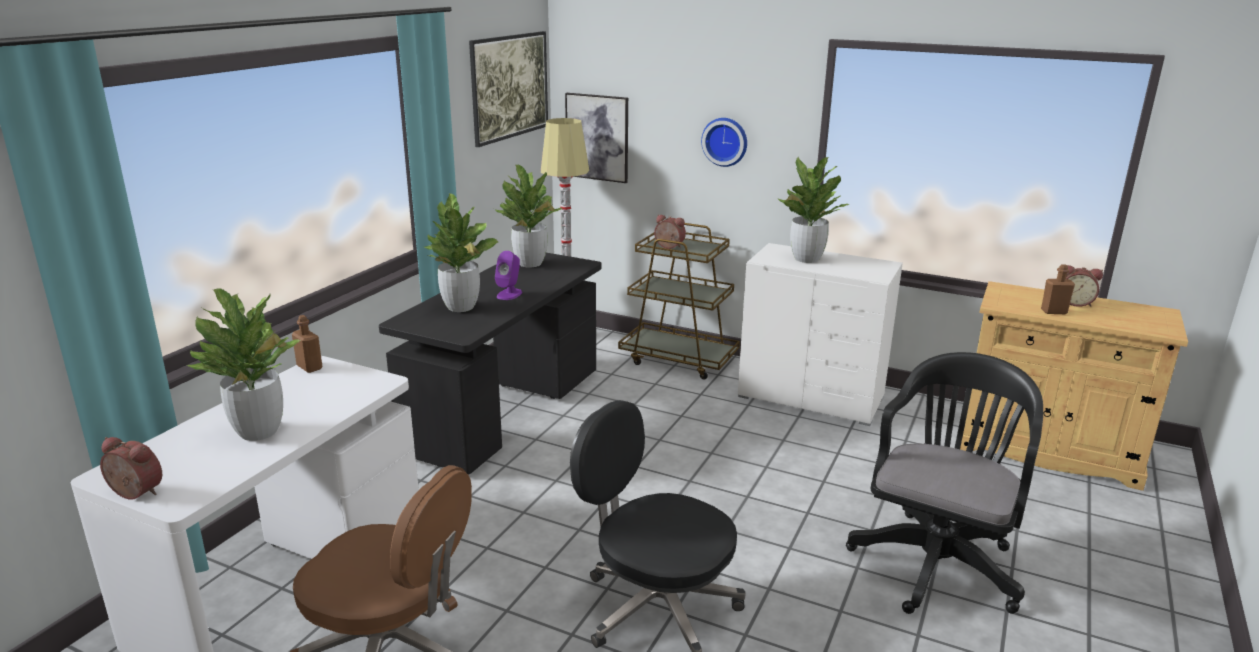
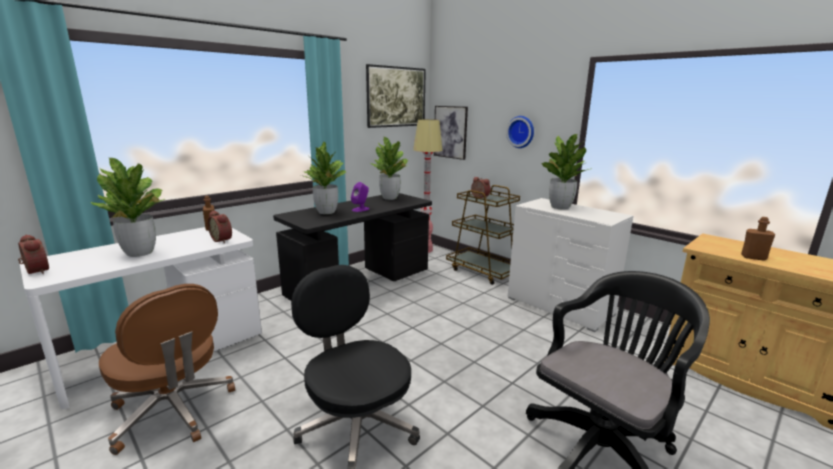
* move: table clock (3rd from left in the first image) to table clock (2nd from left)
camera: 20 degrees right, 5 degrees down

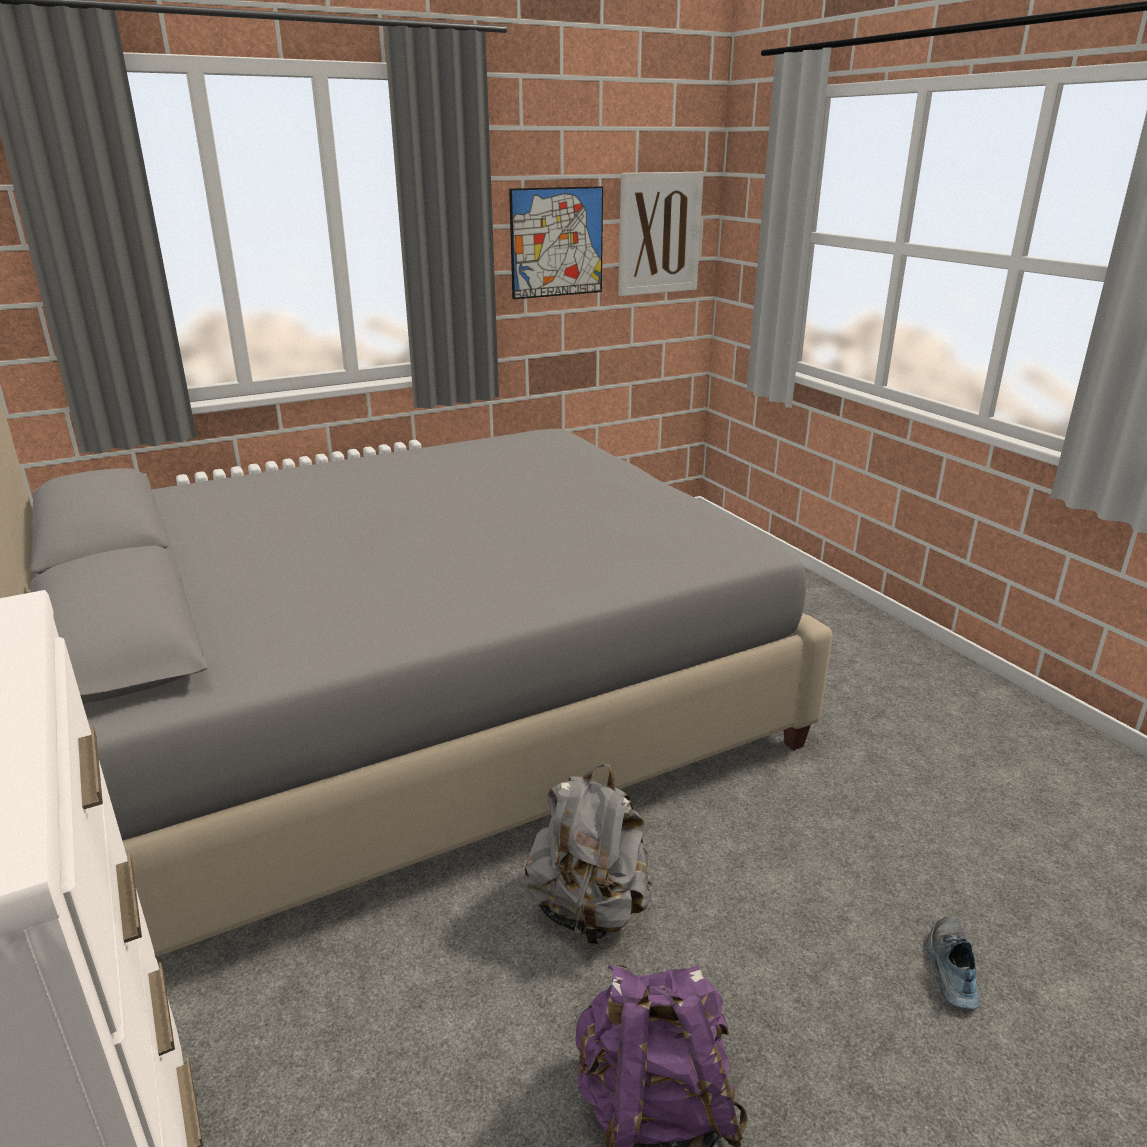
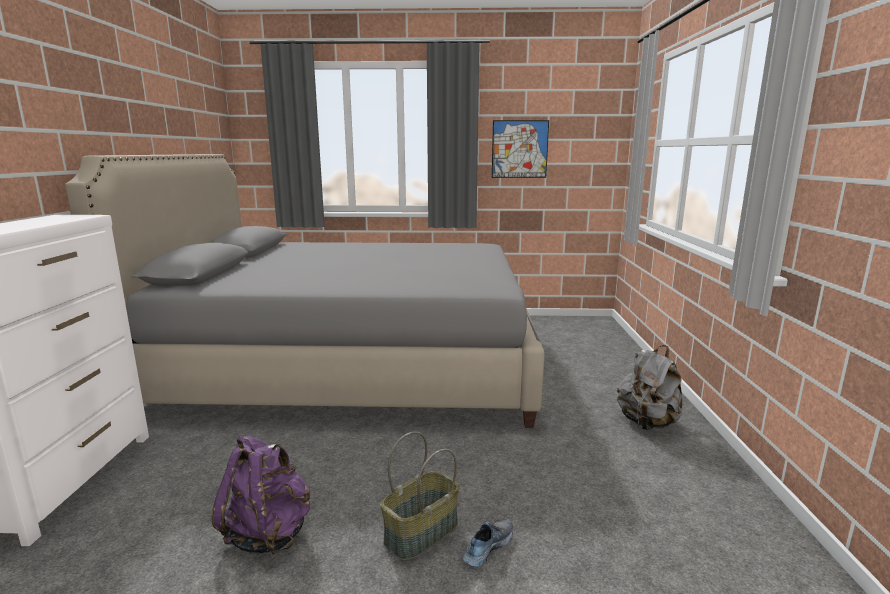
* move: rucksack (greyish)
* delete: wall art (2nd from left)
* insert: basket
camera: 30 degrees right, 10 degrees down

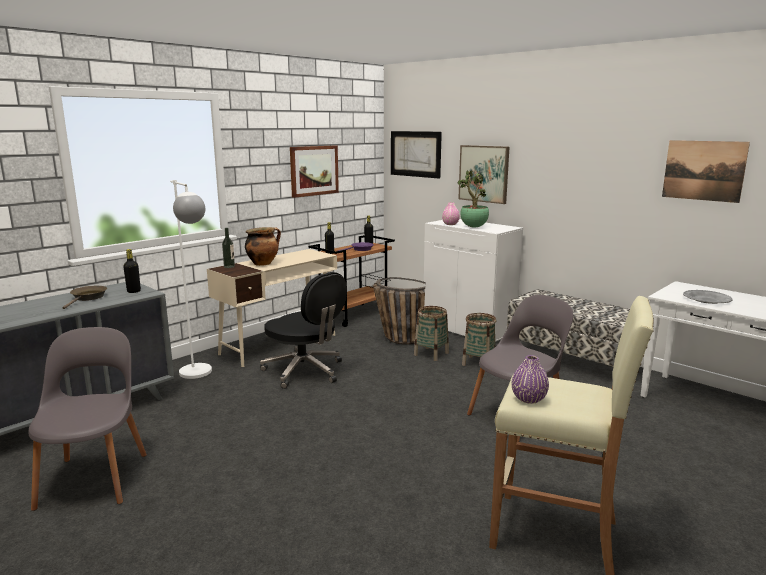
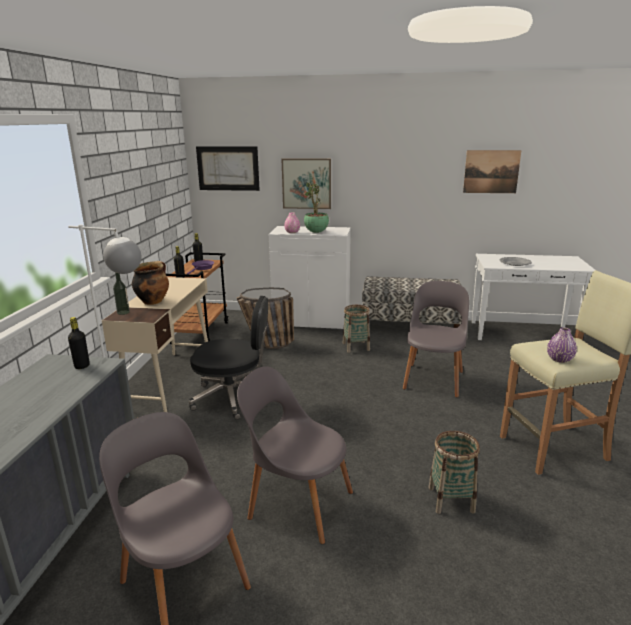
* delete: frying pan (brown)
* delete: wall art (1st from left)
* move: basket (2nd from left in the first image) to basket (3rd from left)
* insert: chair (greyish) (2nd from left)
camera: 35 degrees left, 5 degrees up

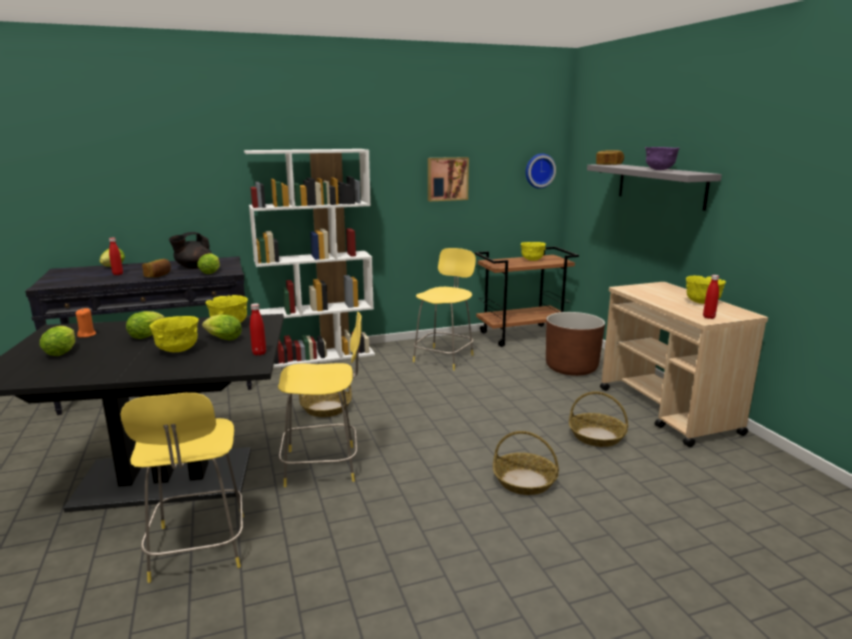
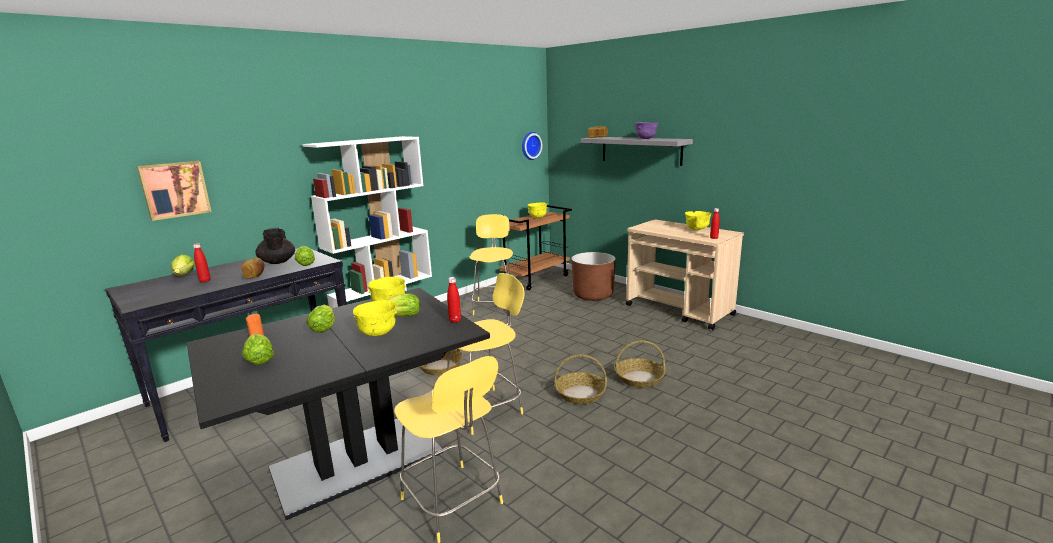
* rotate: tea pot (black-coloured) 45 degrees counterclockwise
* move: wall art
* move: basket (3rd from left in the first image) to basket (2nd from left)
camera: 25 degrees left, 0 degrees up

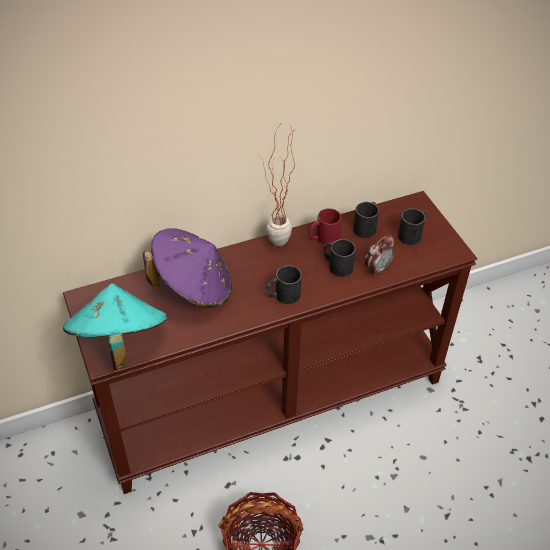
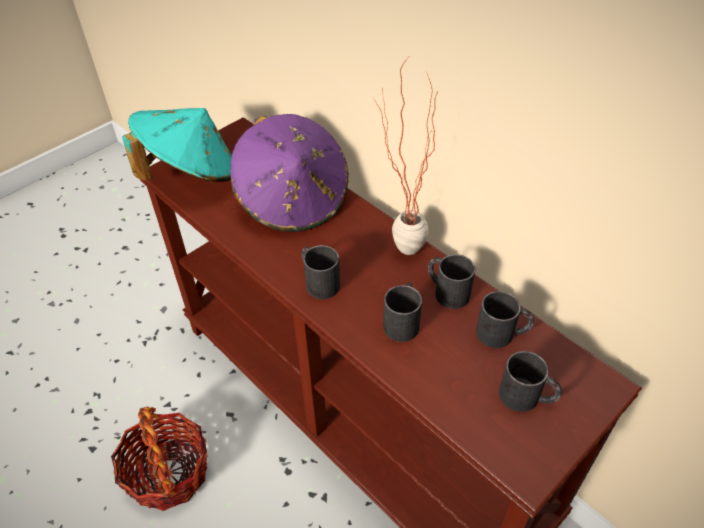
* recolor: tea mug (reddish) to tea mug (black-coloured) (3rd from left)
* delete: table clock
camera: 70 degrees right, 0 degrees up

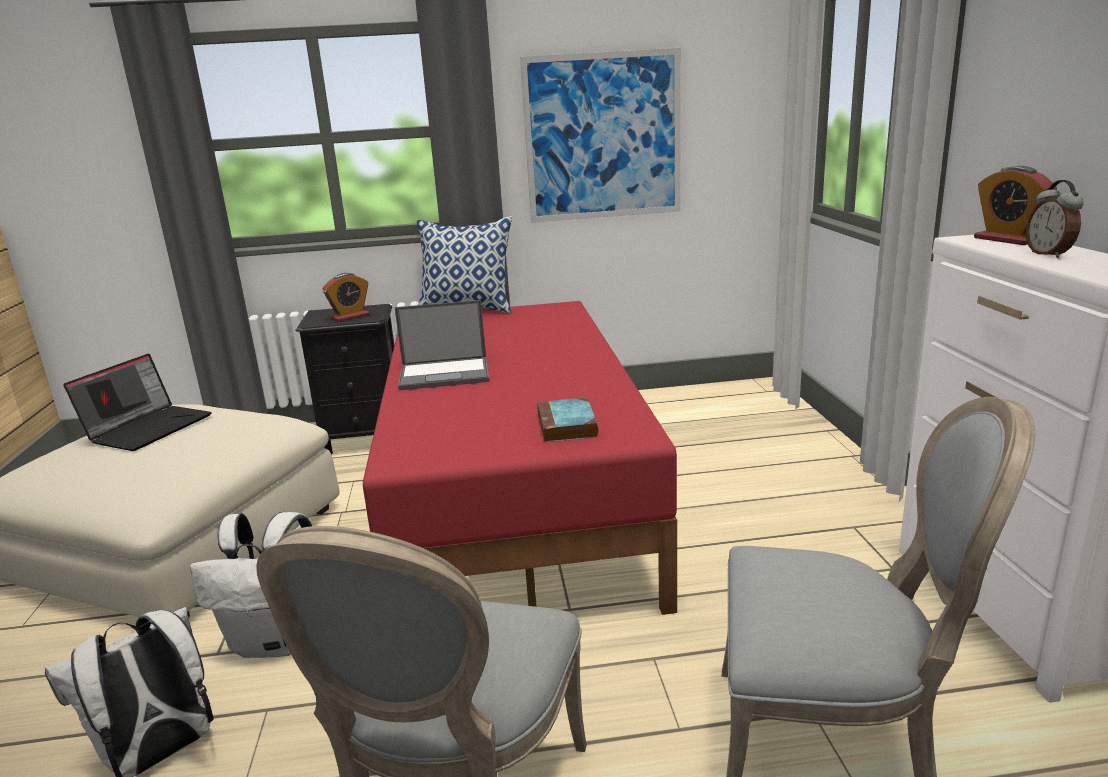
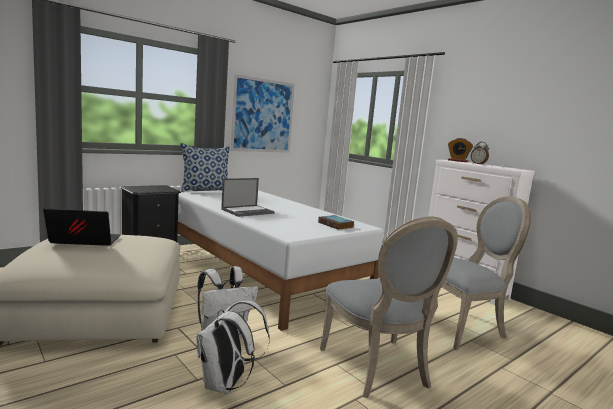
* rotate: laptop (1st from left) 90 degrees counterclockwise
* delete: table clock (1st from left)
* recolor: bedroom bed (reddish) to bedroom bed (white-coloured)
camera: 35 degrees left, 10 degrees down

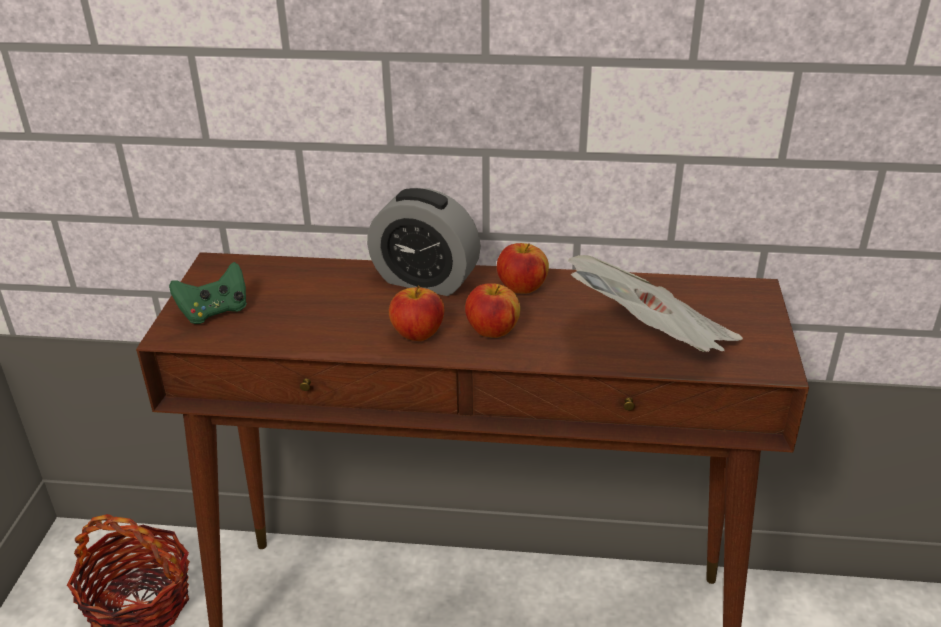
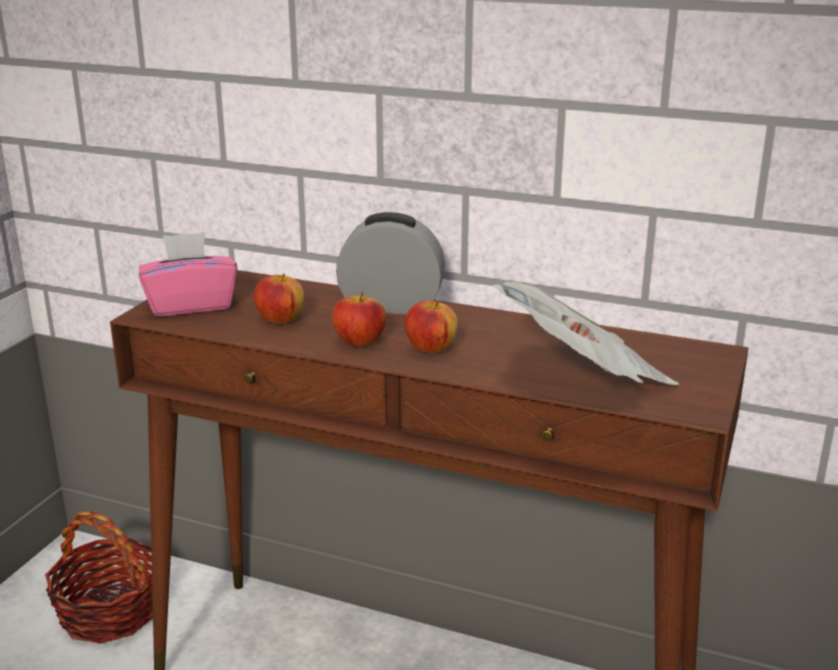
* replace: joypad (green-coloured) to box of tissues (pinkish)
* rotate: table clock 150 degrees clockwise
* move: whole apple (3rd from left in the first image) to whole apple (1st from left)
camera: 15 degrees right, 10 degrees down

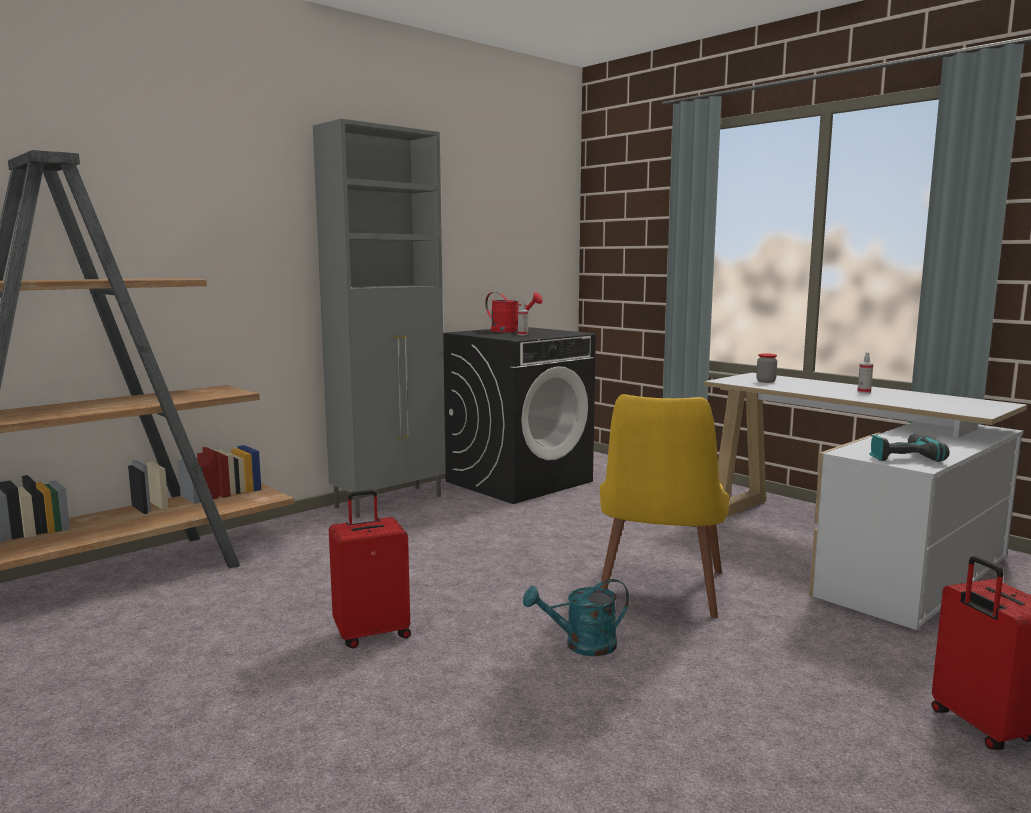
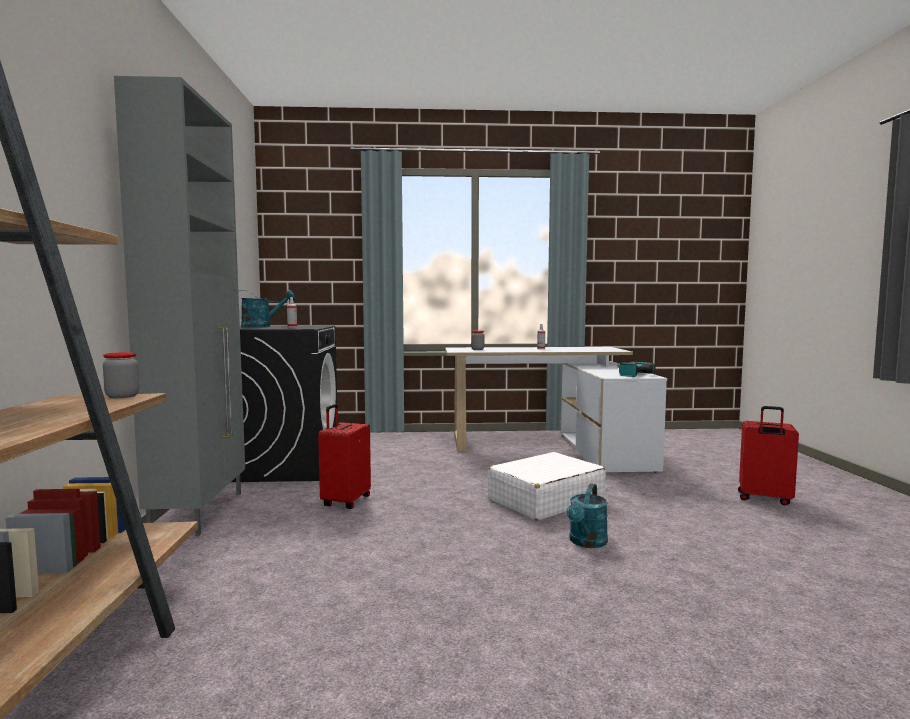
* move: piece of luggage (reddish) (1st from left)
* recolor: watering pot (reddish) to watering pot (turquoise) (1st from left)
* replace: chair (yellowish) to piece of luggage (white-coloured)
* insert: jar (1st from left)
camera: 50 degrees left, 5 degrees down

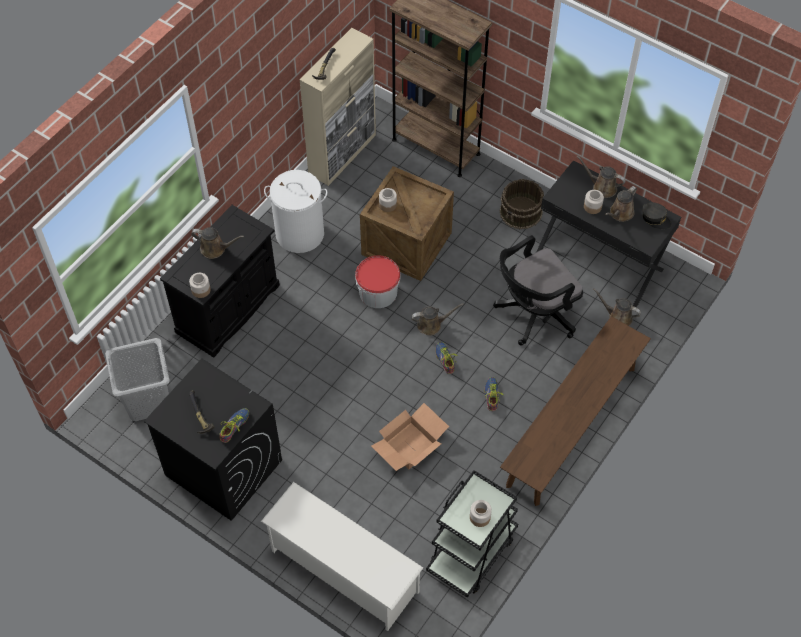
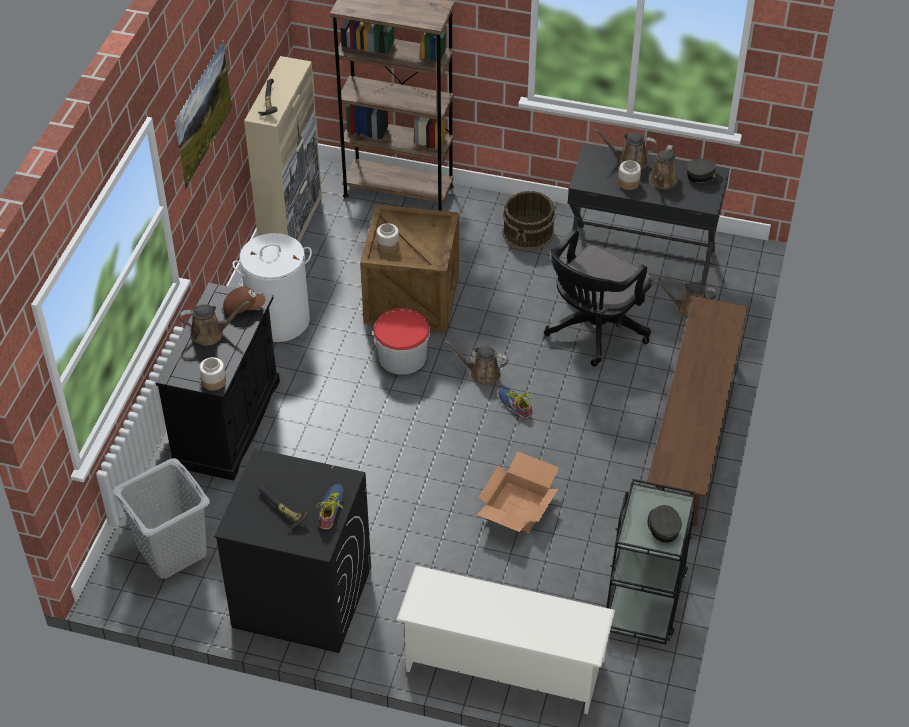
* rotate: watering pot (brown) (2nd from left) 135 degrees counterclockwise
* replace: jar (3rd from left) to peaked cap (greyish) (1st from left)
* delete: item of footwear (3rd from left)
* insert: wall art
* insert: peaked cap (brown)
camera: 20 degrees left, 10 degrees down

